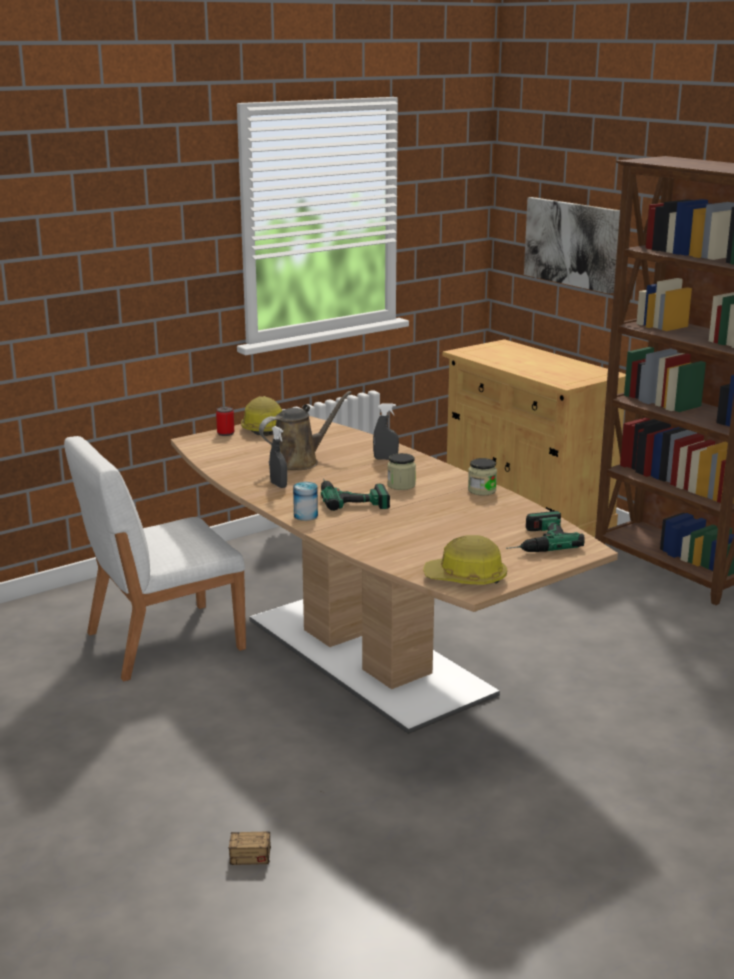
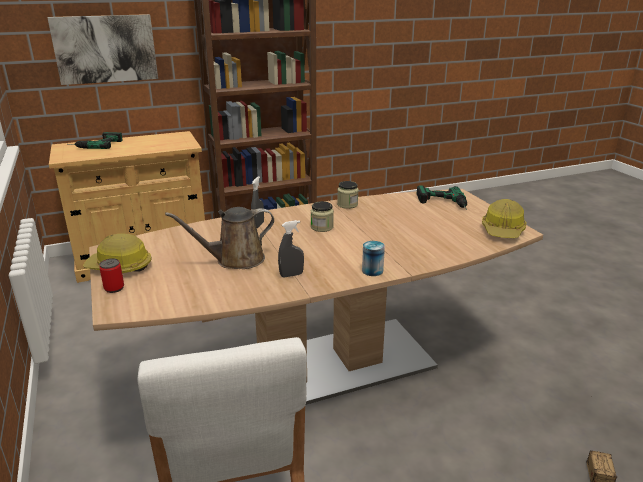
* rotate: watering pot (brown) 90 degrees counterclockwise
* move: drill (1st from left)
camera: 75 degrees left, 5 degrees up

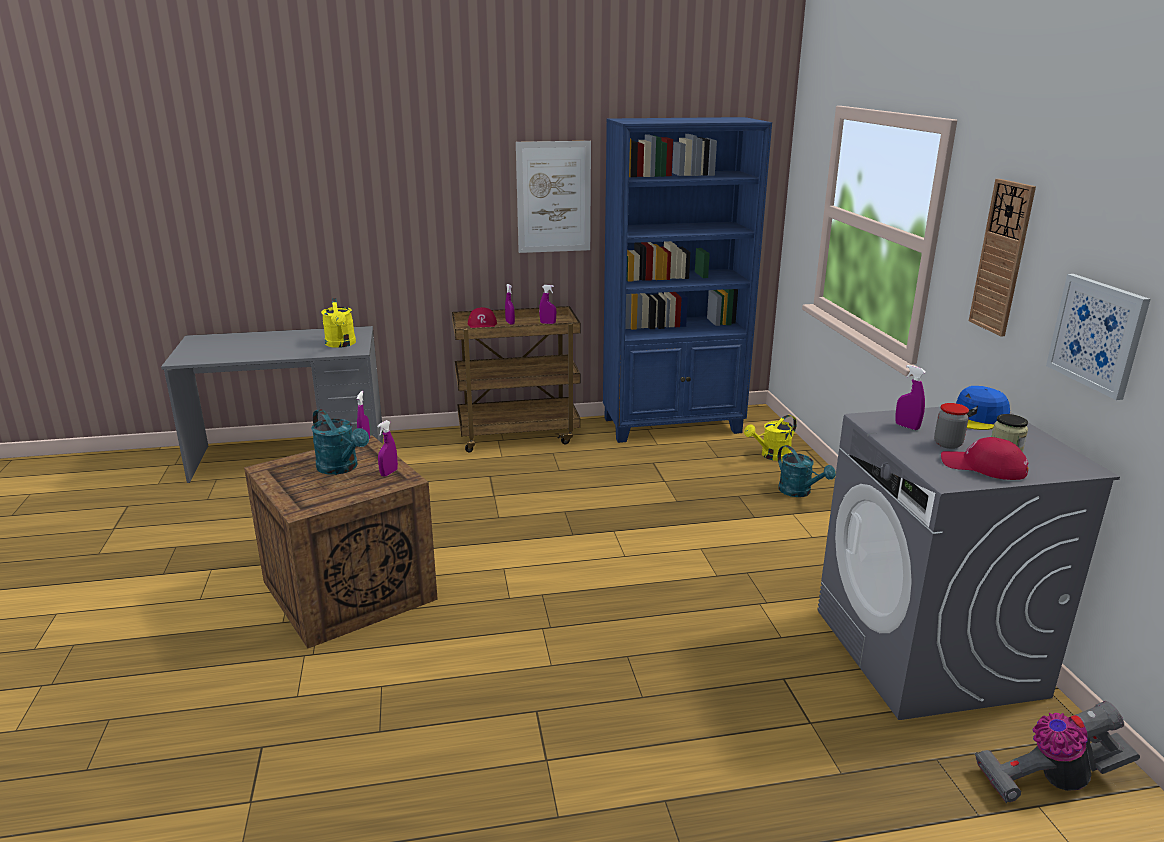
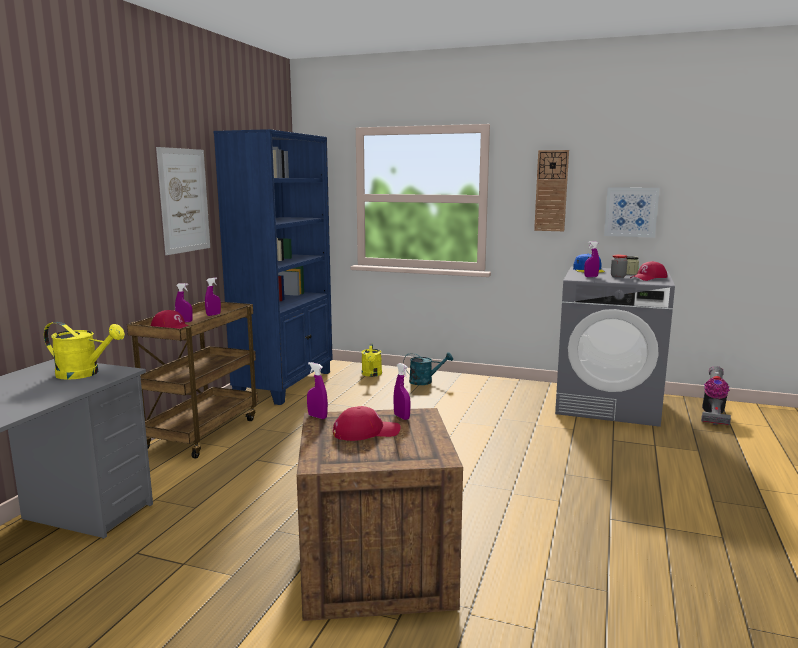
* replace: watering pot (turquoise) (1st from left) to peaked cap (reddish) (2nd from left)
camera: 60 degrees left, 10 degrees down

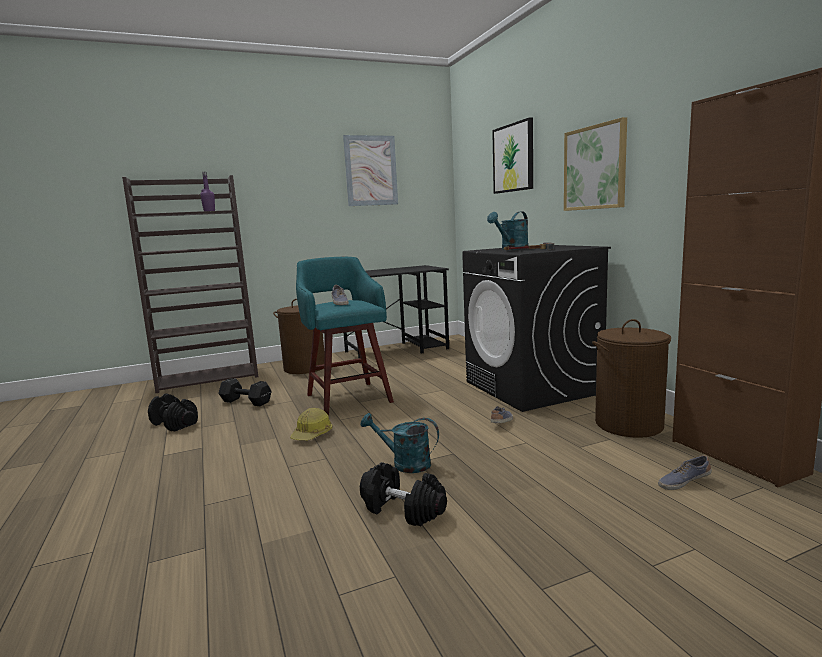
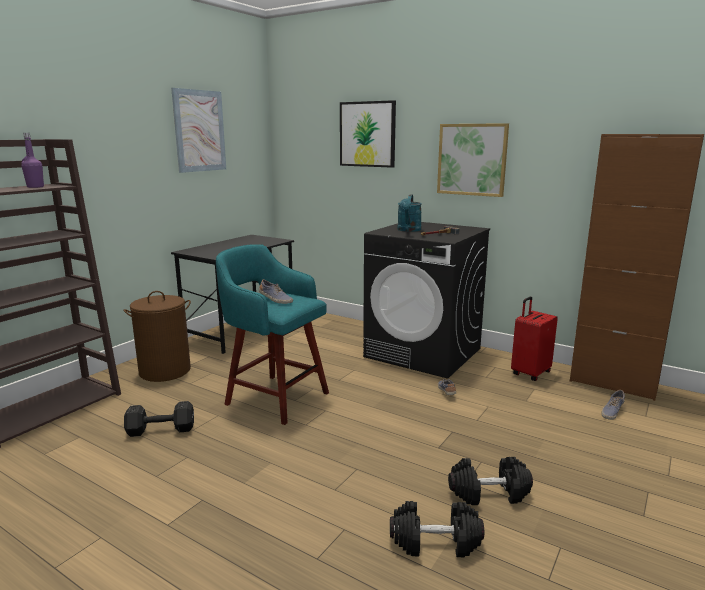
* move: free weight (black-coloured) (1st from left in the first image) to free weight (black-coloured) (2nd from left)
* delete: hard hat
* delete: watering pot (turquoise) (1st from left)
* replace: hamper (brown) (2nd from left) to piece of luggage (reddish)
camera: 35 degrees left, 5 degrees up

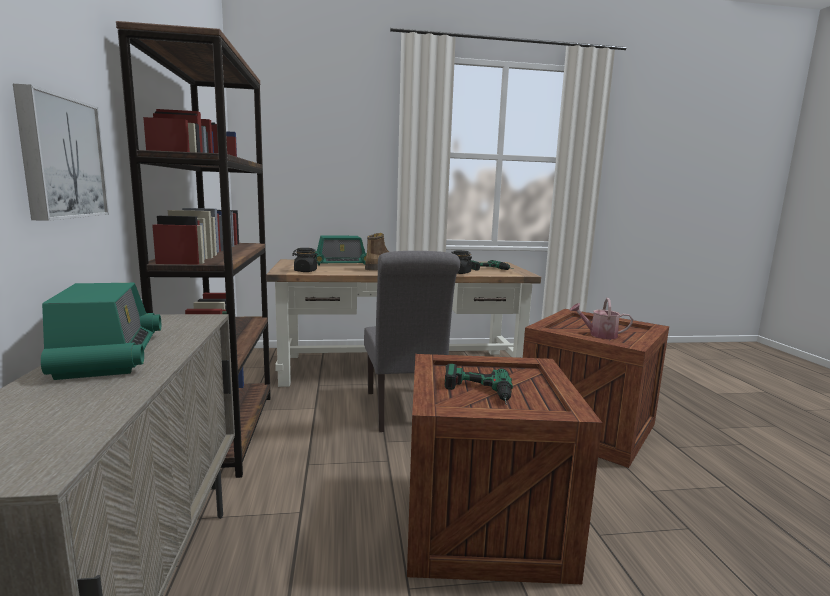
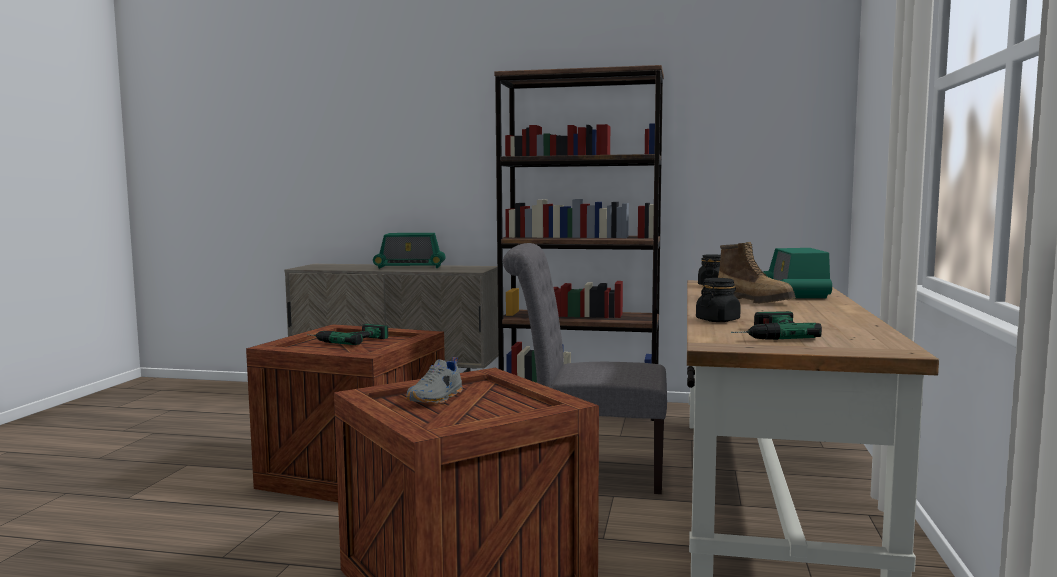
* delete: wall art
* replace: watering pot to item of footwear (greyish)
camera: 110 degrees right, 5 degrees down

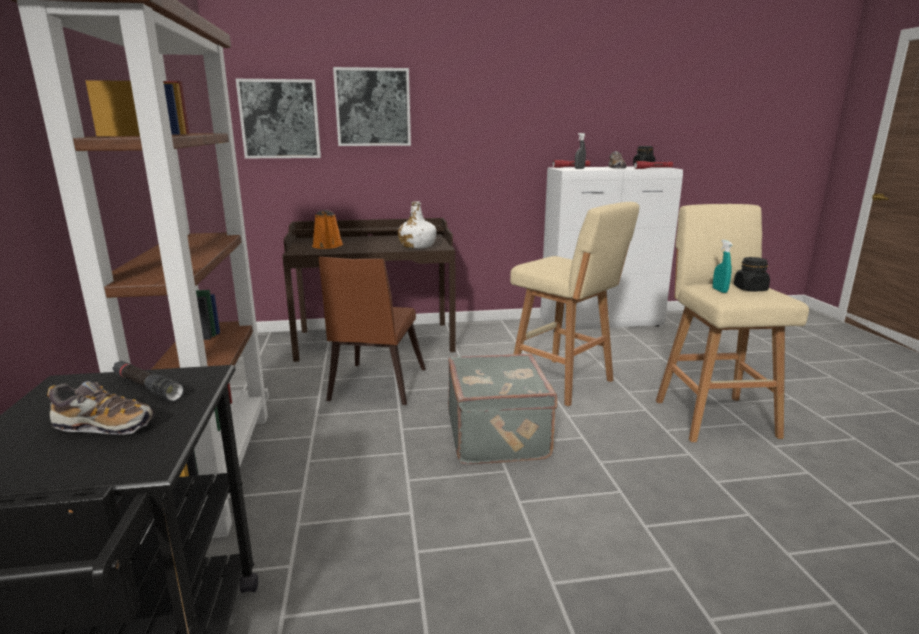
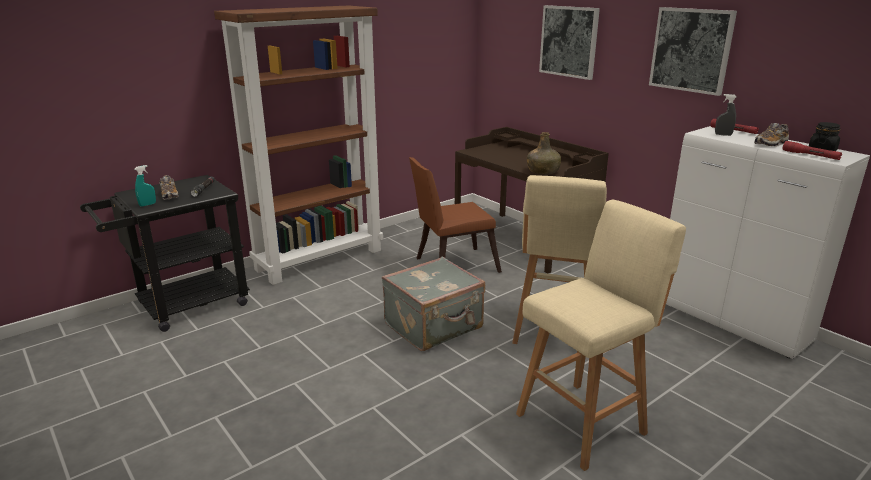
* move: wall art (1st from left in the first image) to wall art (2nd from left)
* delete: watering pot (orangey)
* recolor: beverage bottle (white-coloured) to beverage bottle (green-coloured)
* move: spray bottle (turquoise)
* delete: jar (black-coloured) (2nd from left)
camera: 60 degrees right, 5 degrees up

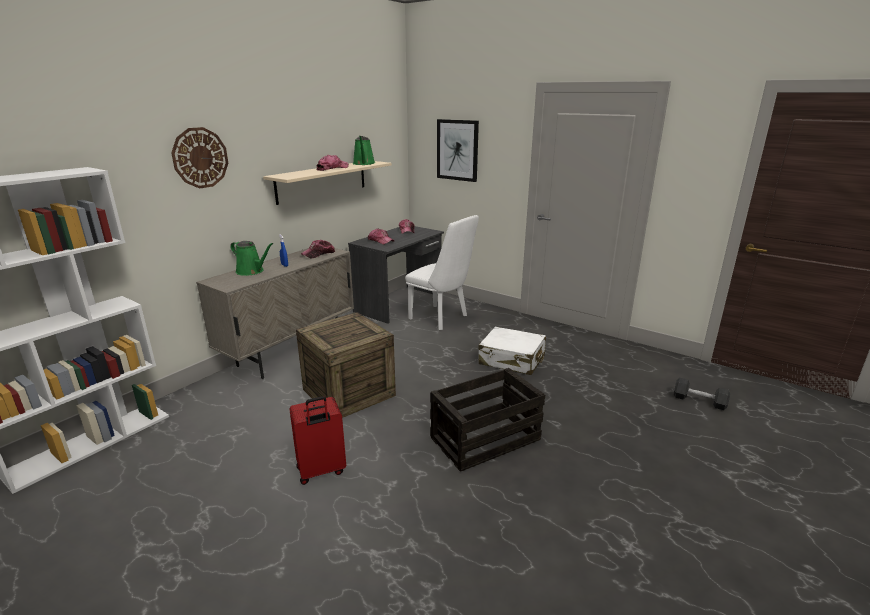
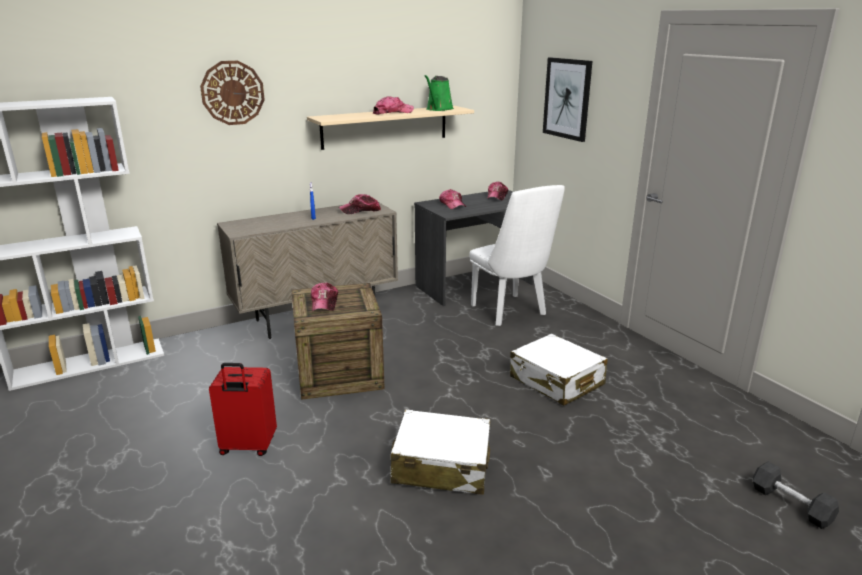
* delete: watering pot (green-coloured) (1st from left)
* replace: packing crate (2nd from left) to piece of luggage (white-coloured) (1st from left)
* insert: peaked cap (1st from left)
camera: 25 degrees right, 0 degrees up

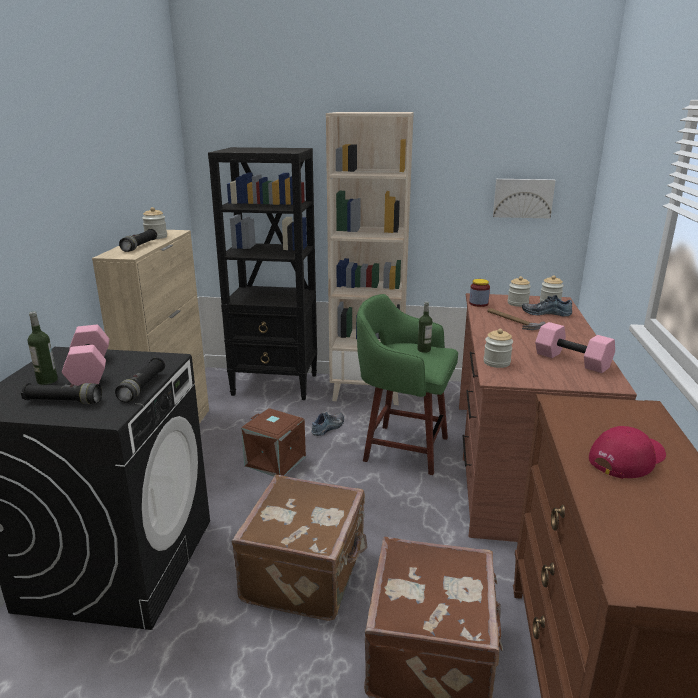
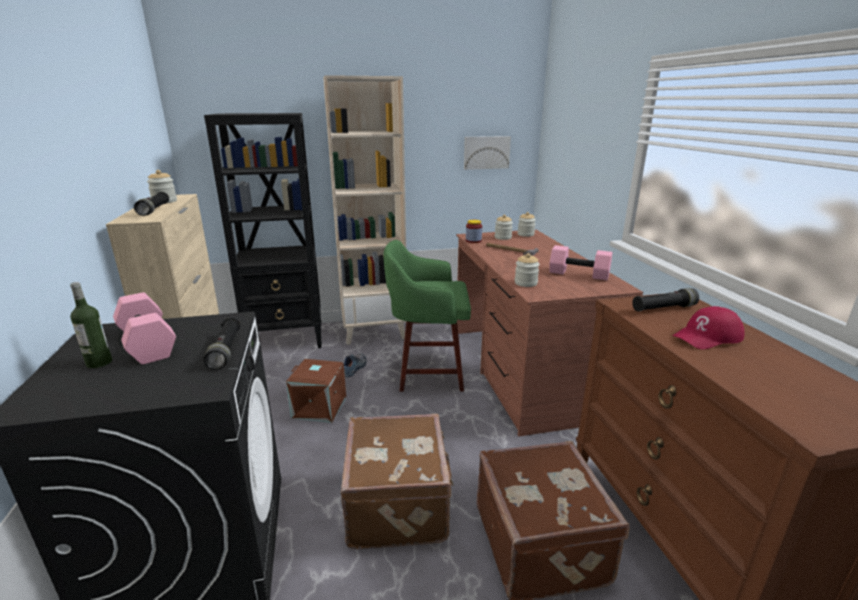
* move: torch (black-coloured) (1st from left in the first image) to torch (black-coloured) (3rd from left)
* delete: beverage bottle (2nd from left)
* delete: item of footwear (2nd from left)
* rotate: peaked cap (reddish) 150 degrees counterclockwise
camera: 20 degrees left, 0 degrees up

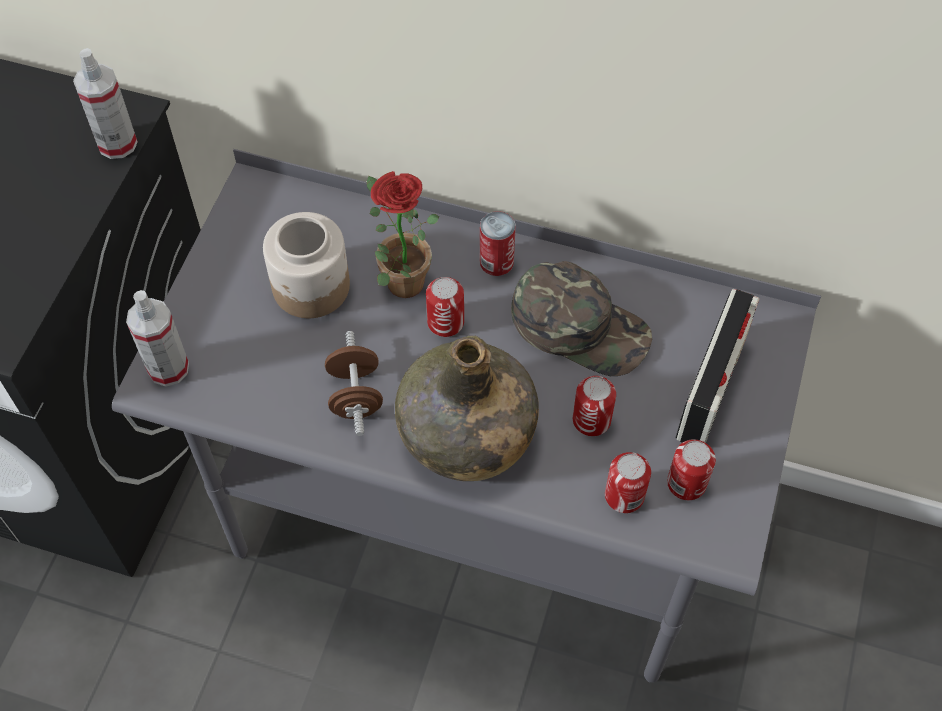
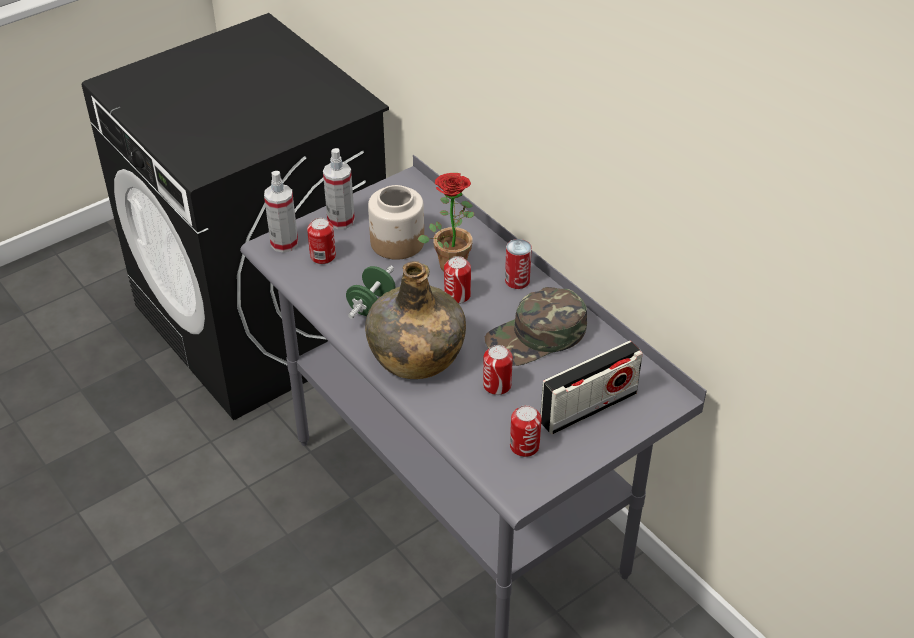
* move: spray bottle (1st from left in the first image) to spray bottle (2nd from left)
* recolor: free weight (brown) to free weight (green-coloured)
* rotate: peaked cap (green-coloured) 90 degrees clockwise
* move: metal can (4th from left in the first image) to metal can (1st from left)
camera: 35 degrees right, 15 degrees down

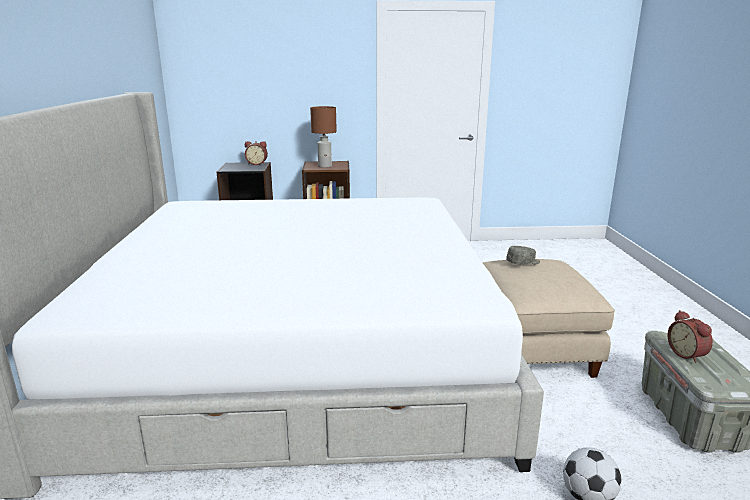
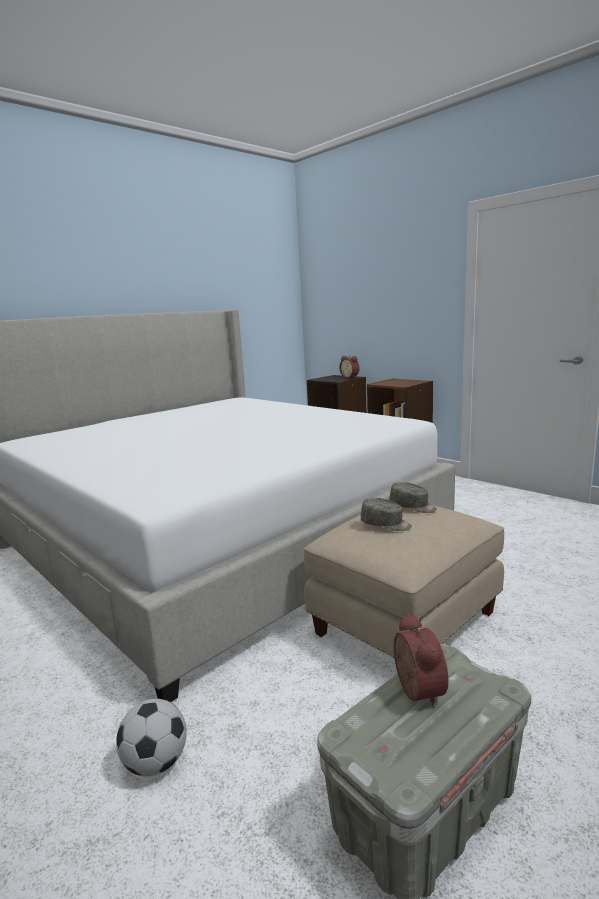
* delete: table lamp (brown)
* rotate: table clock (2nd from left) 135 degrees clockwise
* insert: peaked cap (greyish) (1st from left)
camera: 50 degrees right, 5 degrees down

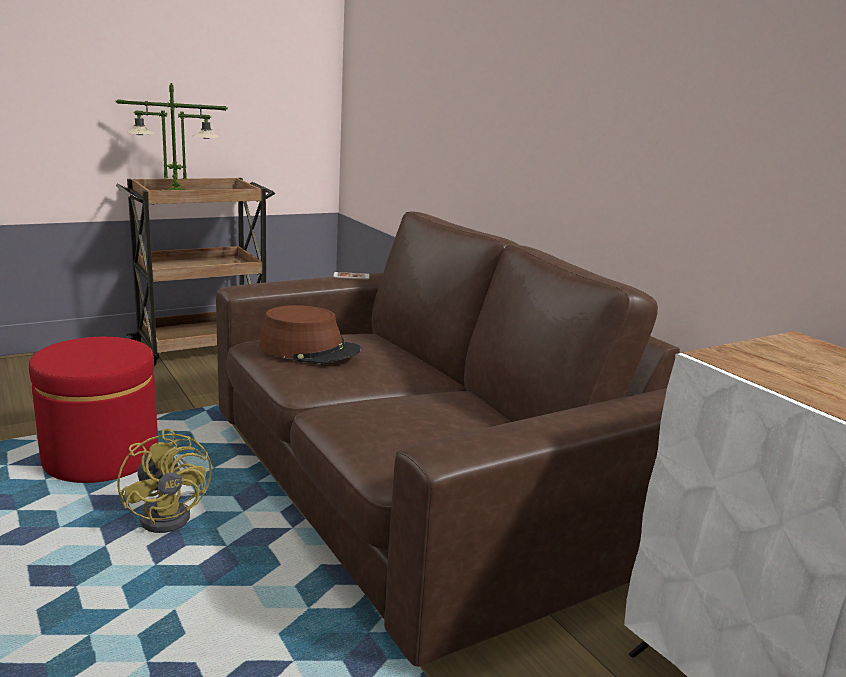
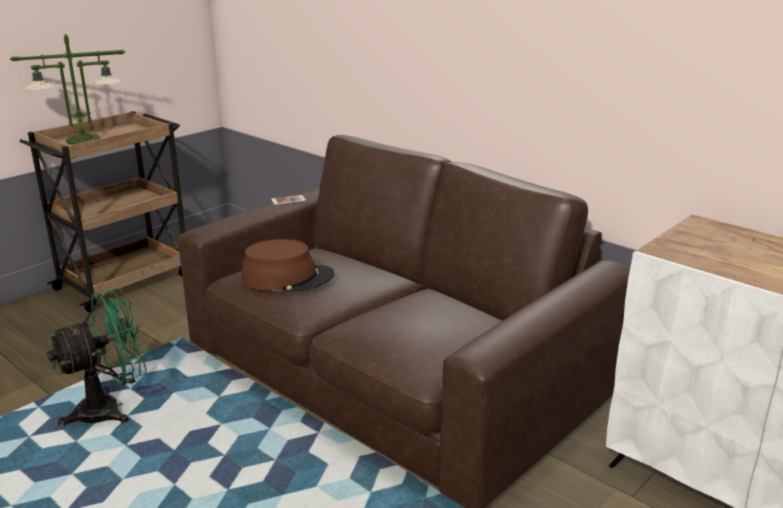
* replace: footrest (reddish) to cooling fan (green-coloured)
* delete: cooling fan (yellowish)
camera: 15 degrees left, 5 degrees up

